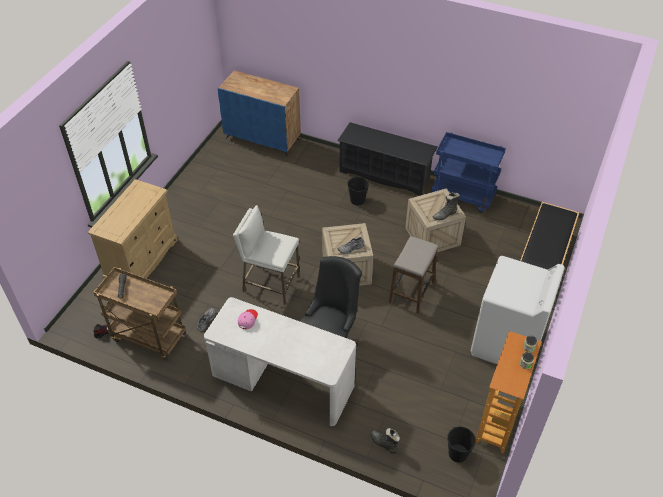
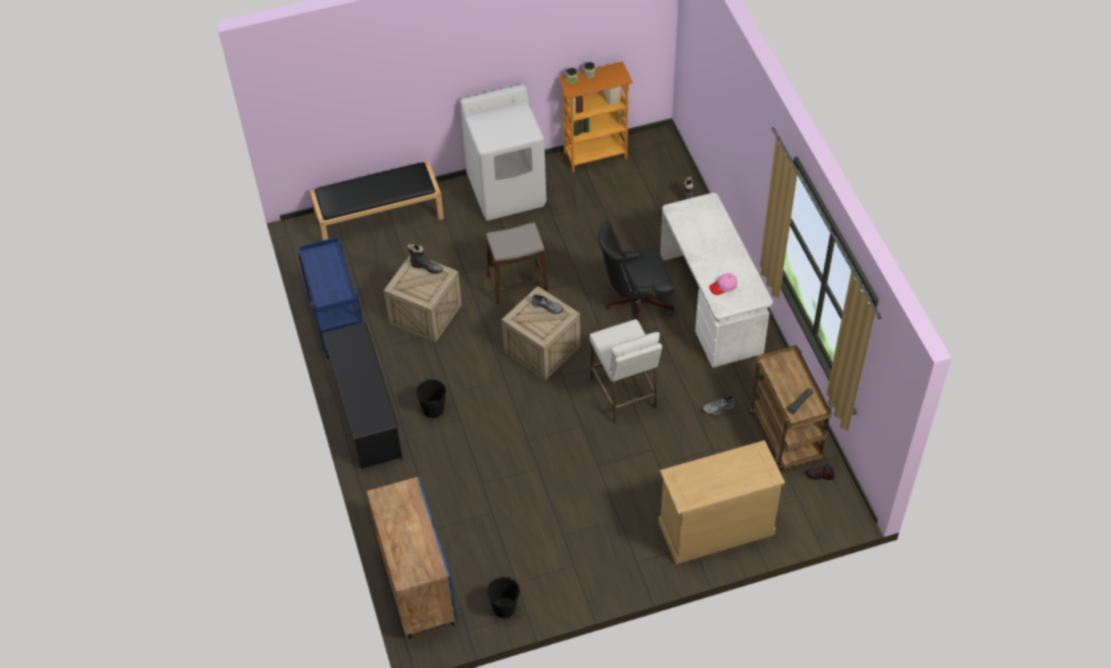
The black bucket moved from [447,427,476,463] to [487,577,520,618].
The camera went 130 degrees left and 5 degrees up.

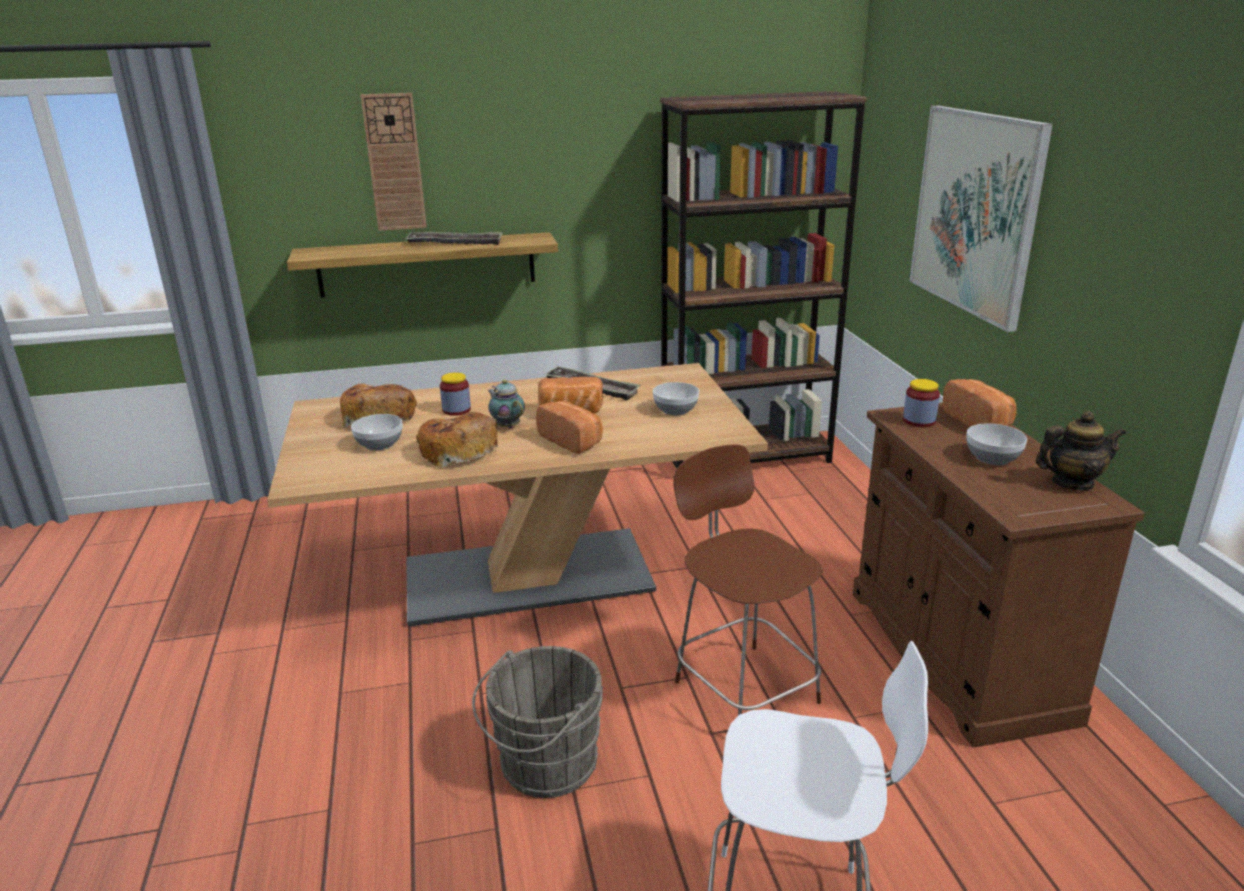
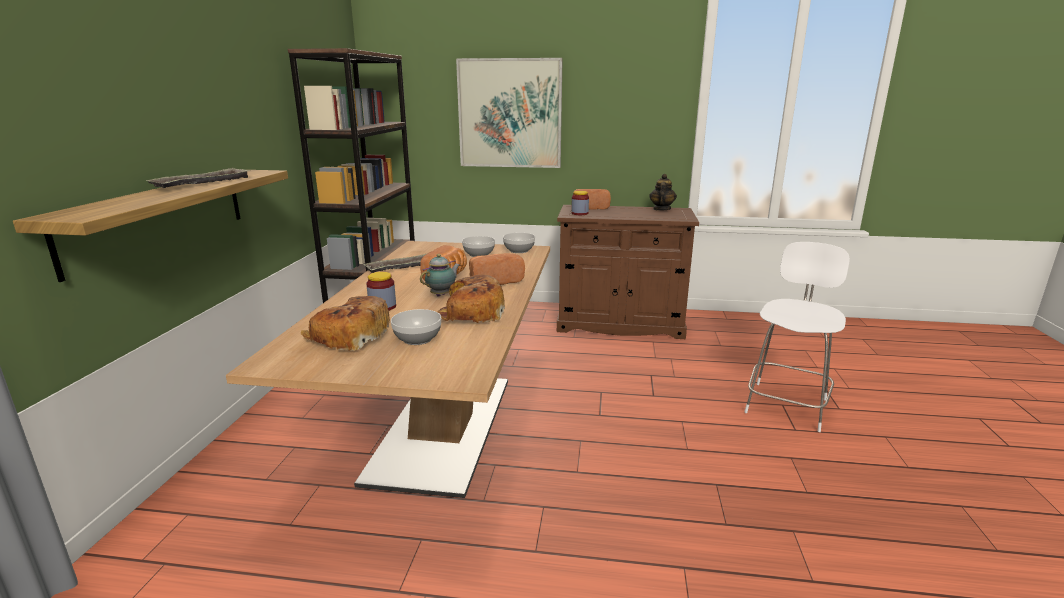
The clock on the wall at [361,93,427,231] disappeared.
The gray bucket at [472,646,603,798] disappeared.
The pot for tea at [488,380,525,428] turned 150 degrees clockwise.
The brown stool seat at [673,444,823,716] disappeared.
The bowl moved from [966,423,1027,465] to [503,233,535,253].
The camera went 70 degrees left and 5 degrees down.

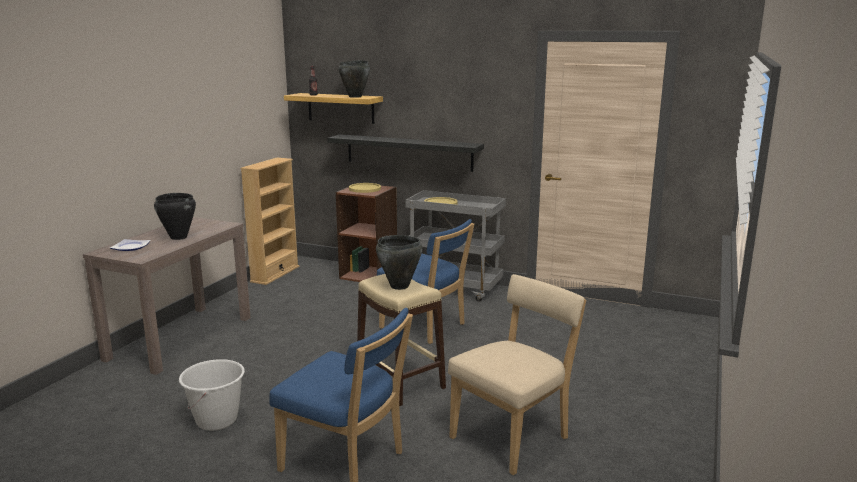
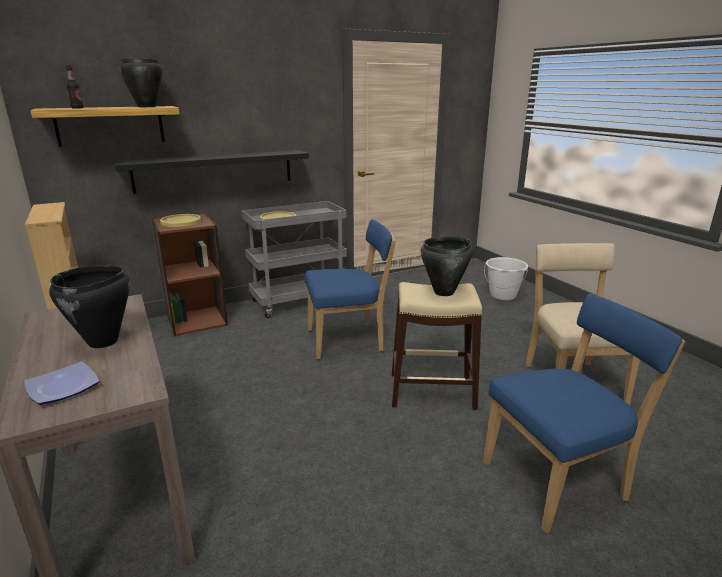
The white-coloured bucket moved from [179,359,245,431] to [484,257,528,301].
The camera went 50 degrees left and 5 degrees up.

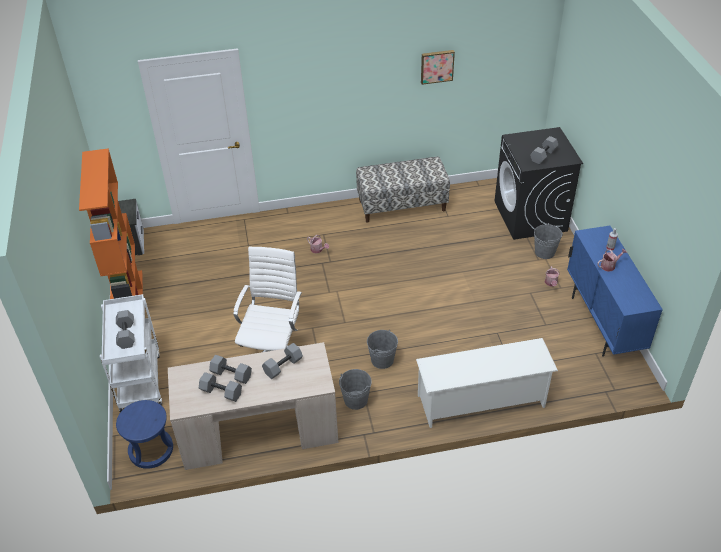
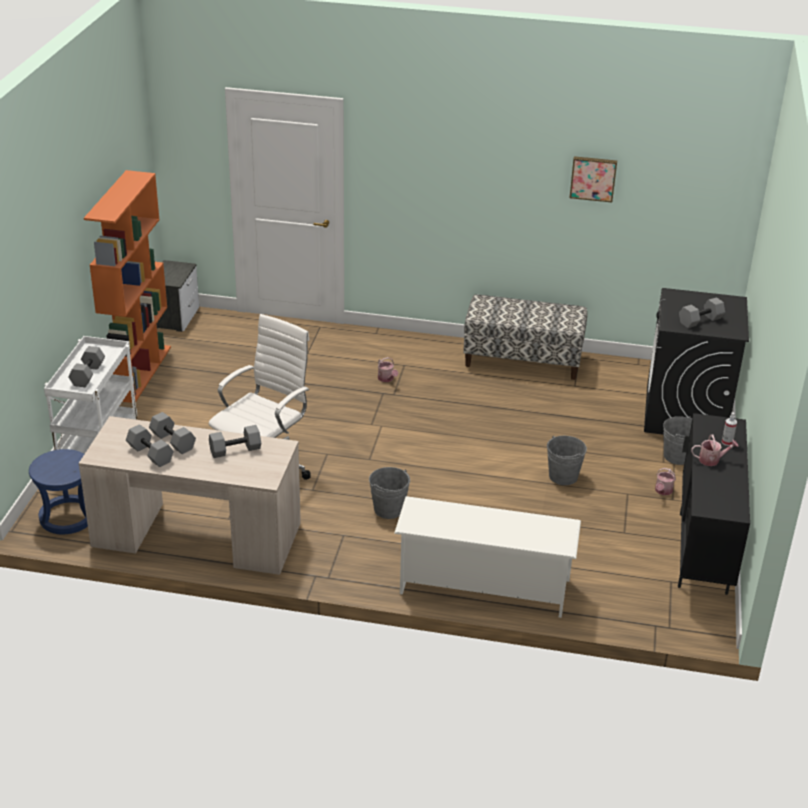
The gray bucket moved from [339,369,372,410] to [547,436,587,485].
The bluish cupboard at [567,226,663,357] became the black cupboard at [678,413,750,595].
The camera went 20 degrees right and 10 degrees down.

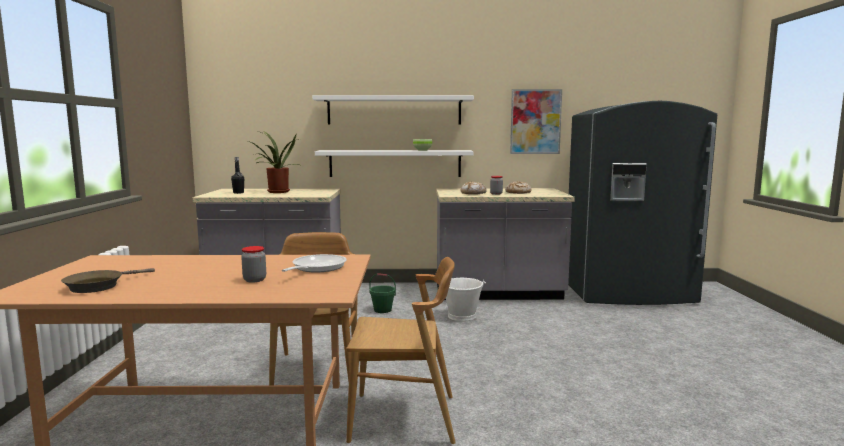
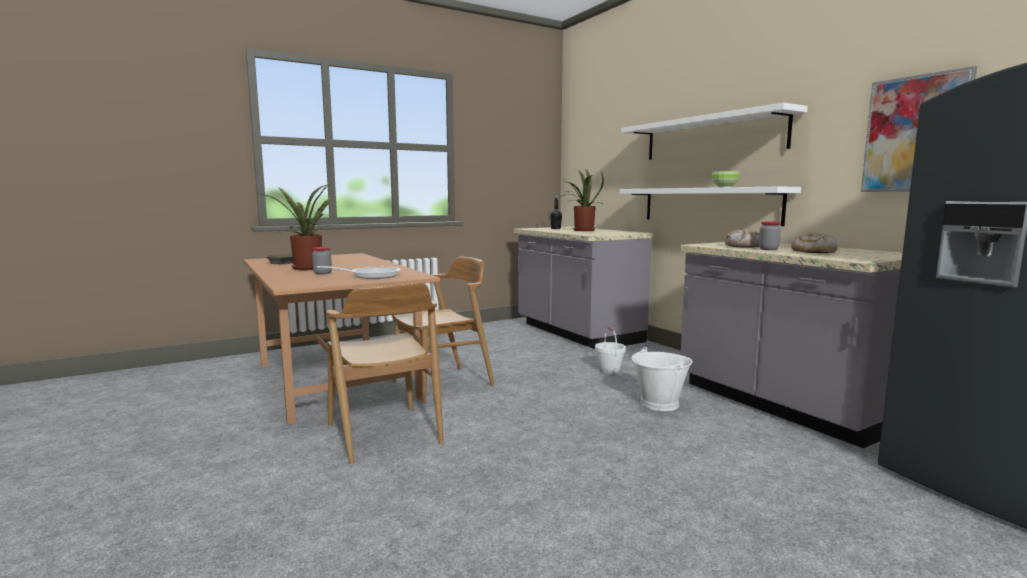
The green bucket at [369,273,396,313] became the white-coloured bucket at [595,327,626,374].
The houseplant at [258,183,345,270] appeared.
The camera went 60 degrees right and 0 degrees up.

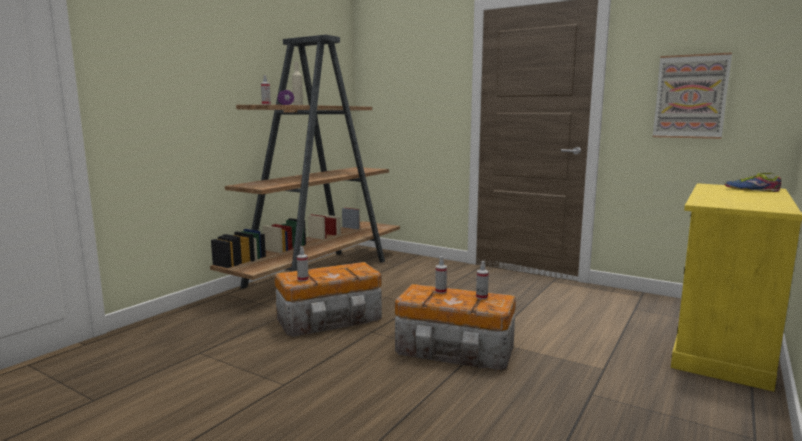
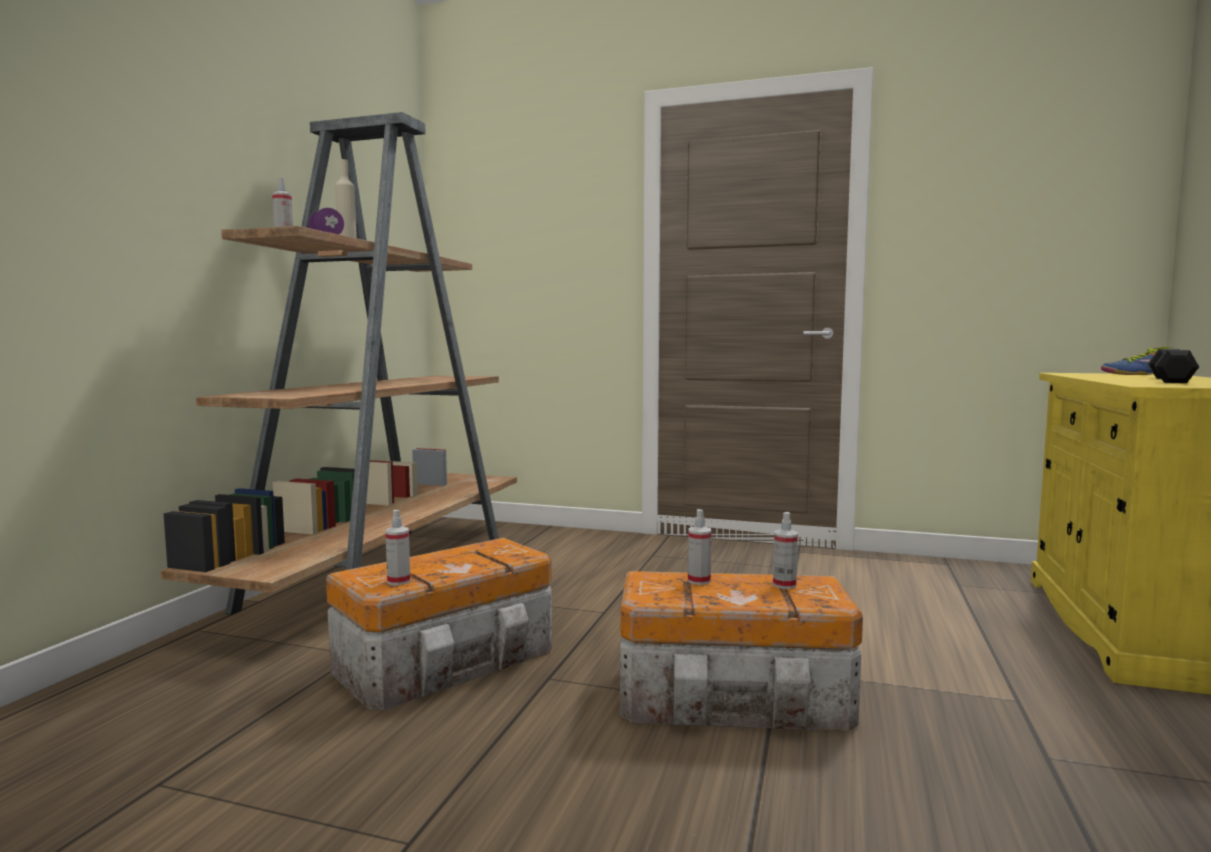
The wall art at [653,52,732,139] disappeared.
The black dumbbell at [1148,349,1199,383] appeared.
The camera went 15 degrees left and 5 degrees down.

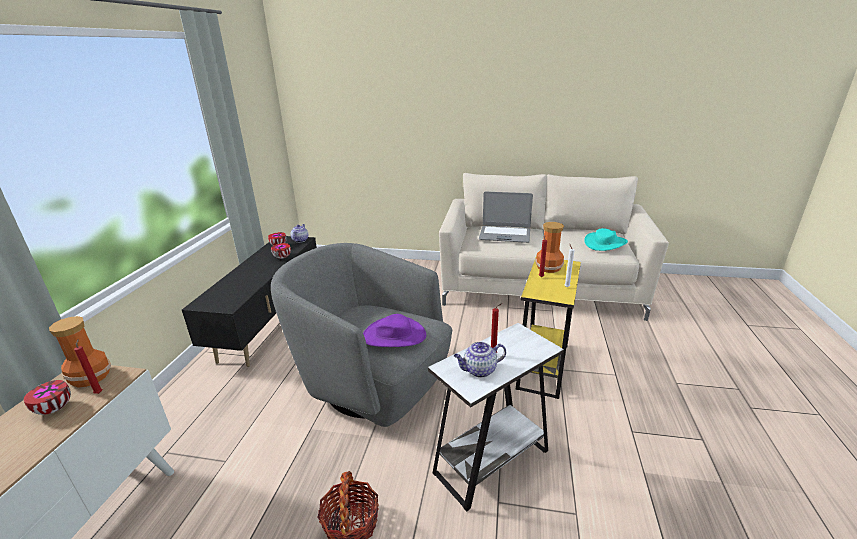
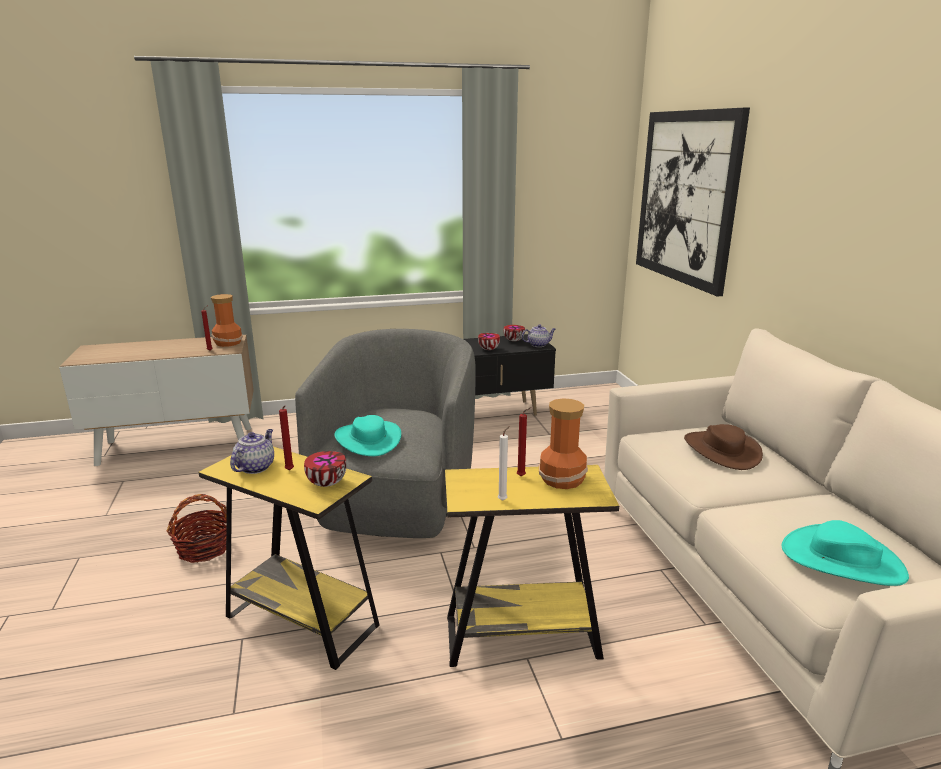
The bowl moved from [24,380,71,415] to [304,451,347,487].
The purplish hat at [363,314,426,347] became the blue-green hat at [334,415,401,456].
The white-coloured side table at [428,323,564,512] became the yellowish side table at [199,446,380,670].
The pot for tea at [454,342,506,378] turned 60 degrees clockwise.
The laptop at [479,192,533,243] was replaced by the brown hat at [684,424,763,470].
The wall art at [636,108,750,297] appeared.
The camera went 65 degrees right and 5 degrees down.

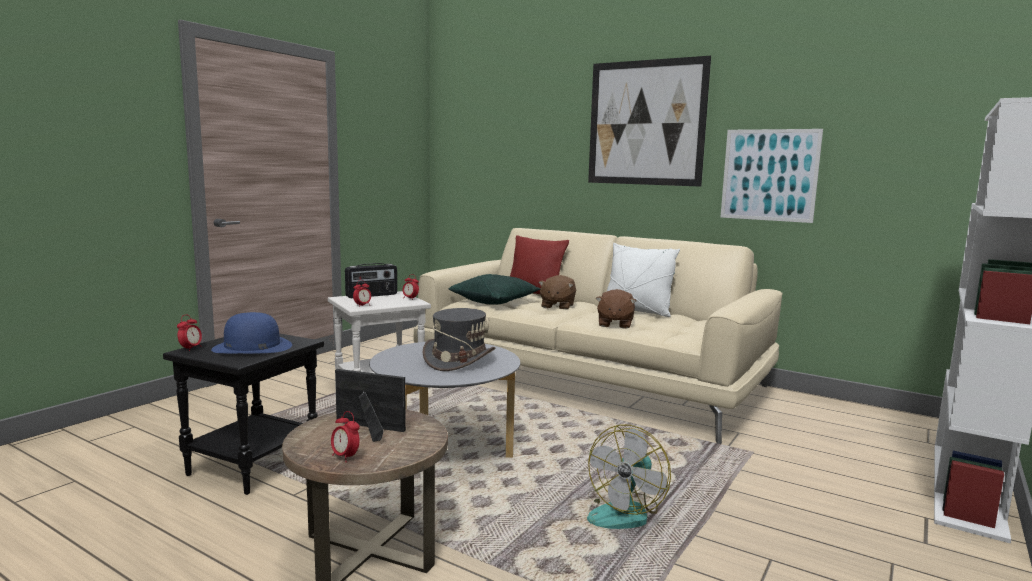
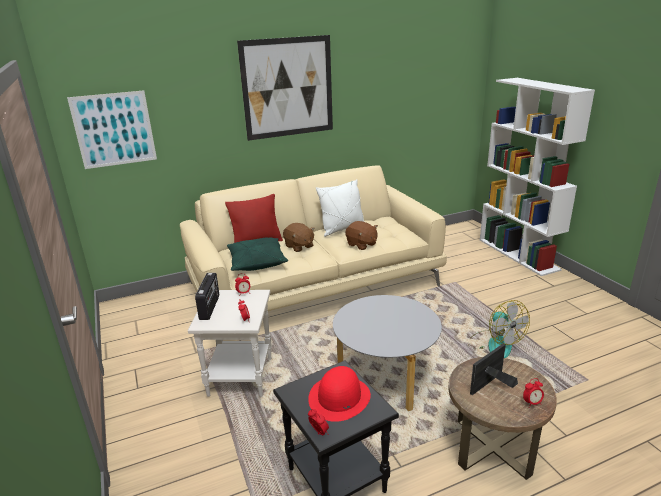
The bluish hat at [211,312,292,353] became the red-coloured hat at [308,366,371,422].
The gray hat at [422,308,495,371] disappeared.
The wall art moved from [720,129,823,223] to [67,90,157,169].
The camera went 55 degrees left and 15 degrees up.

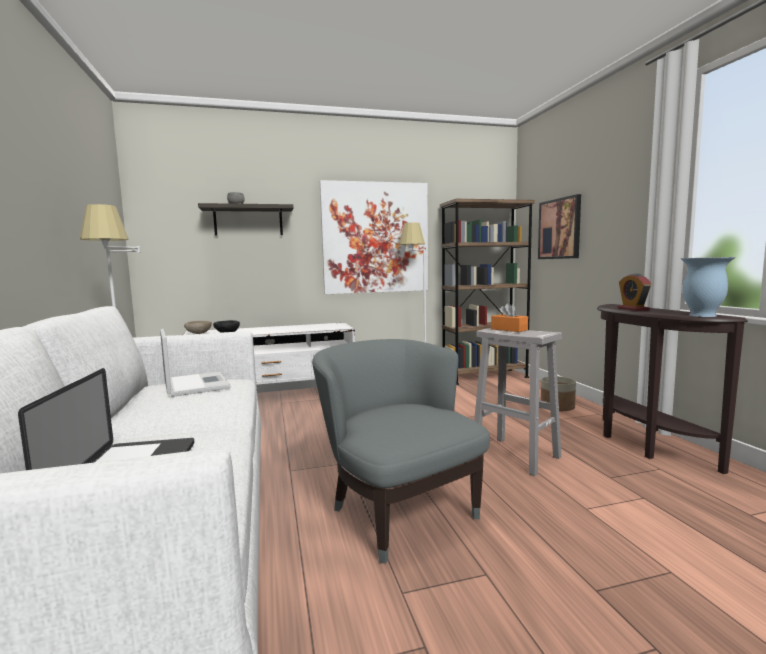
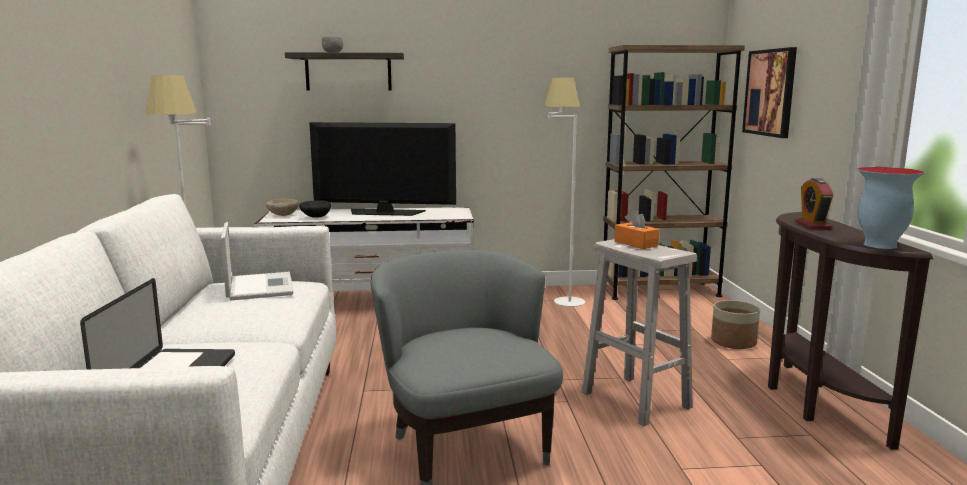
The wall art at [320,180,428,294] disappeared.
The television at [309,122,456,216] appeared.
The camera went 10 degrees right and 5 degrees up.

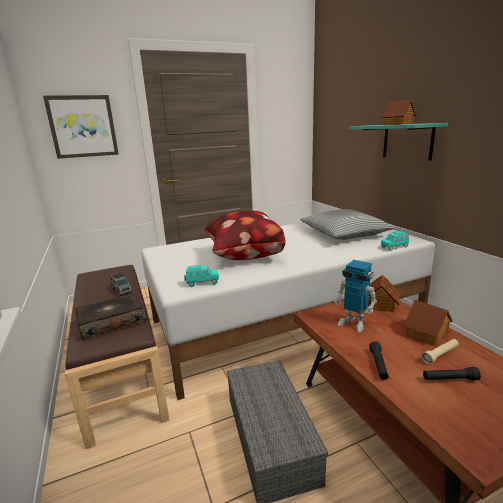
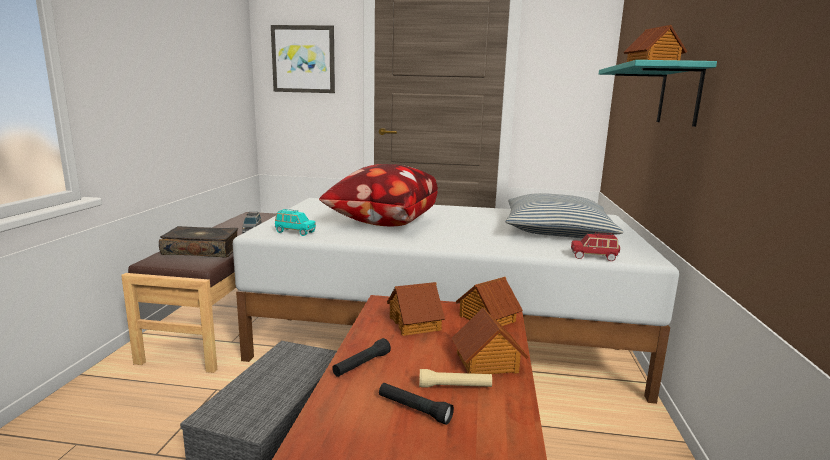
The robot figure at [334,260,377,333] was replaced by the toy house at [387,282,445,336].
The blue-green model car at [381,231,409,251] became the red-coloured model car at [571,233,620,261].
The camera went 30 degrees right and 5 degrees down.

